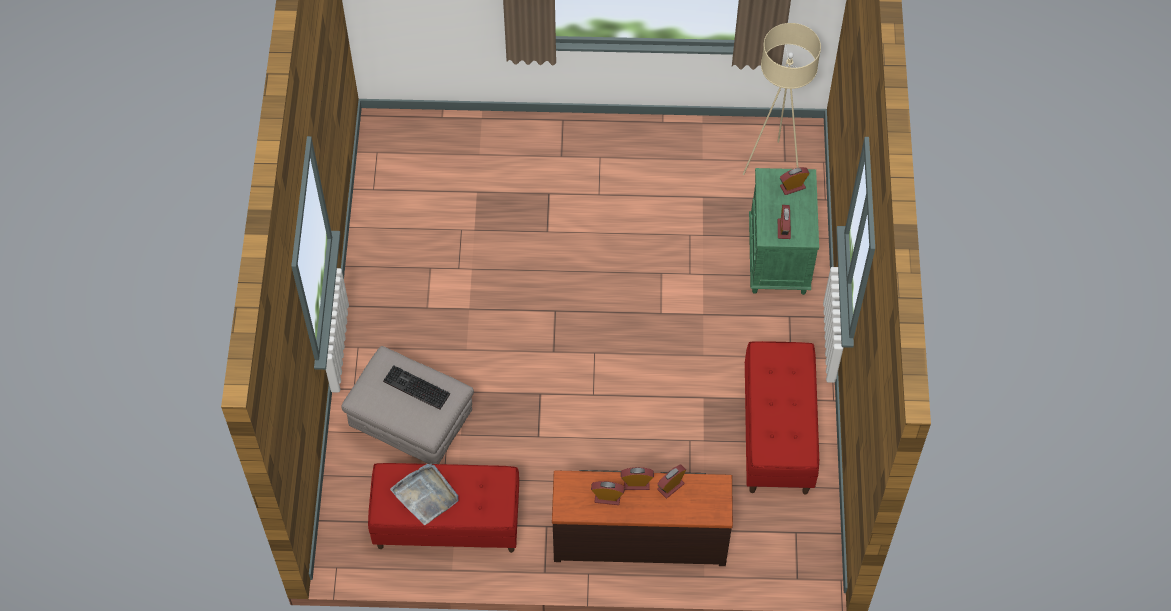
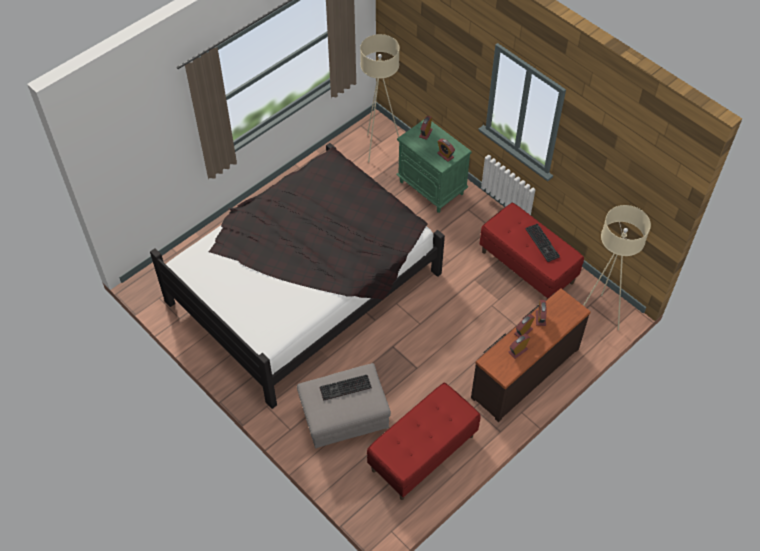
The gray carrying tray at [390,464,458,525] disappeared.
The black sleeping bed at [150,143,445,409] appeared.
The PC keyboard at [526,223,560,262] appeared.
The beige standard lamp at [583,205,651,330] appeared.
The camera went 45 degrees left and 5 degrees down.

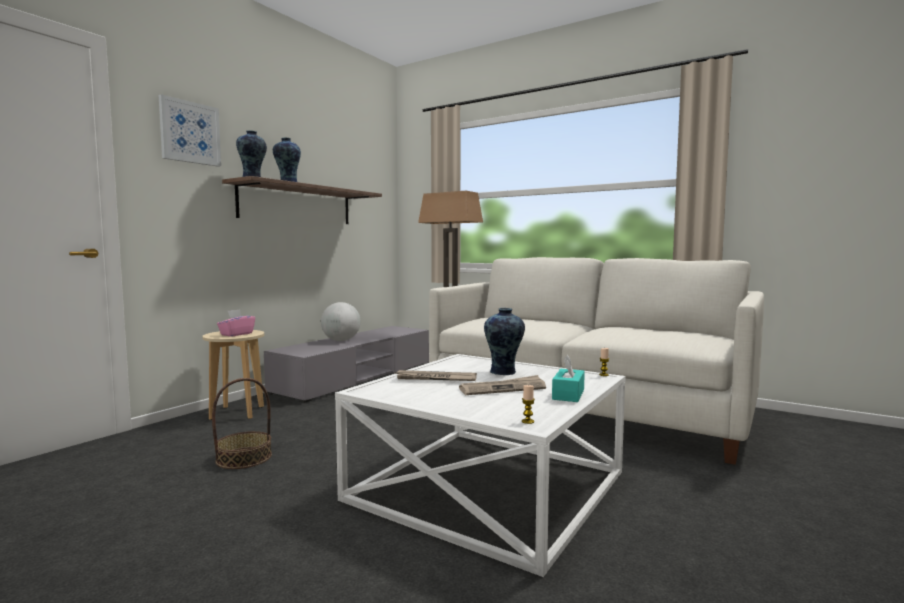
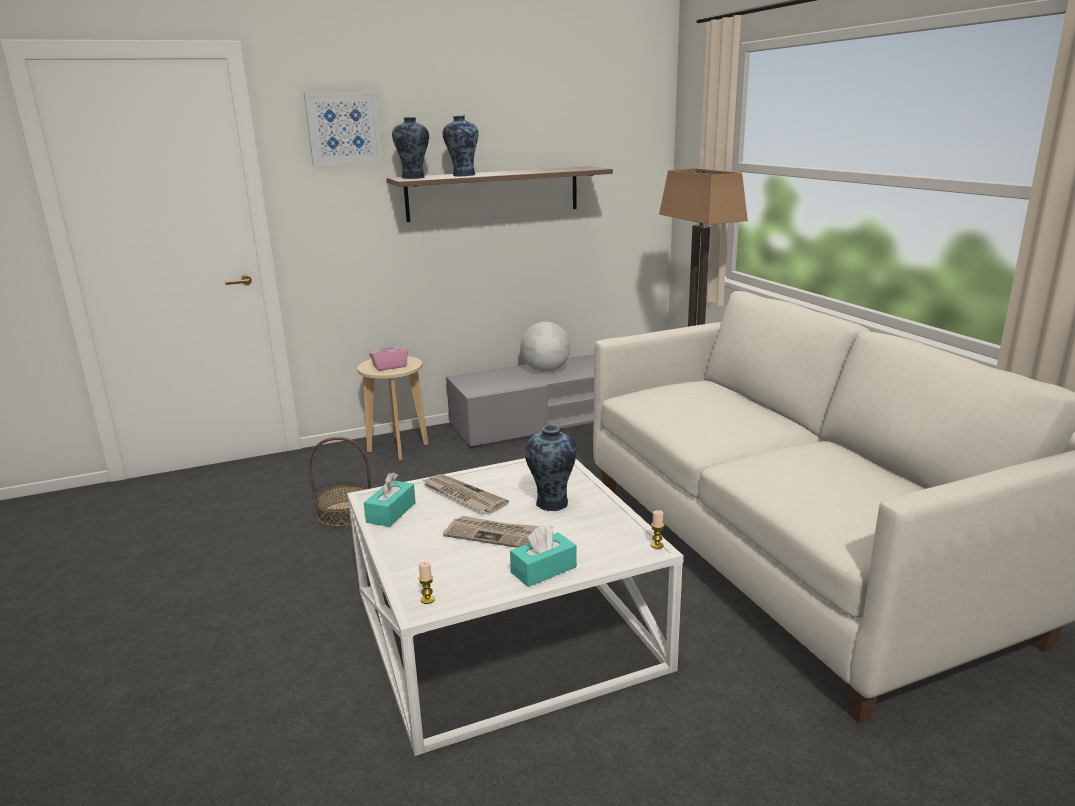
The blue-green tissue box at [364,472,416,527] appeared.
The camera went 35 degrees right and 15 degrees up.

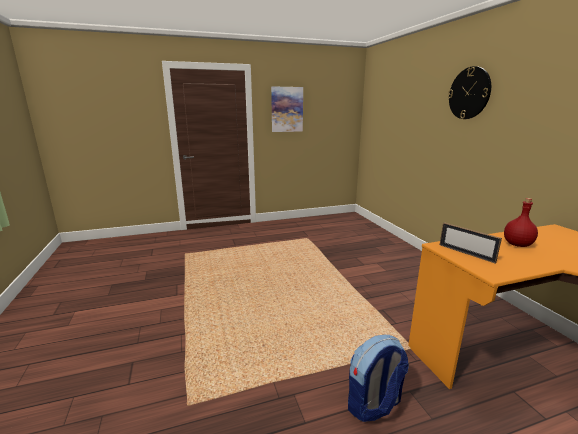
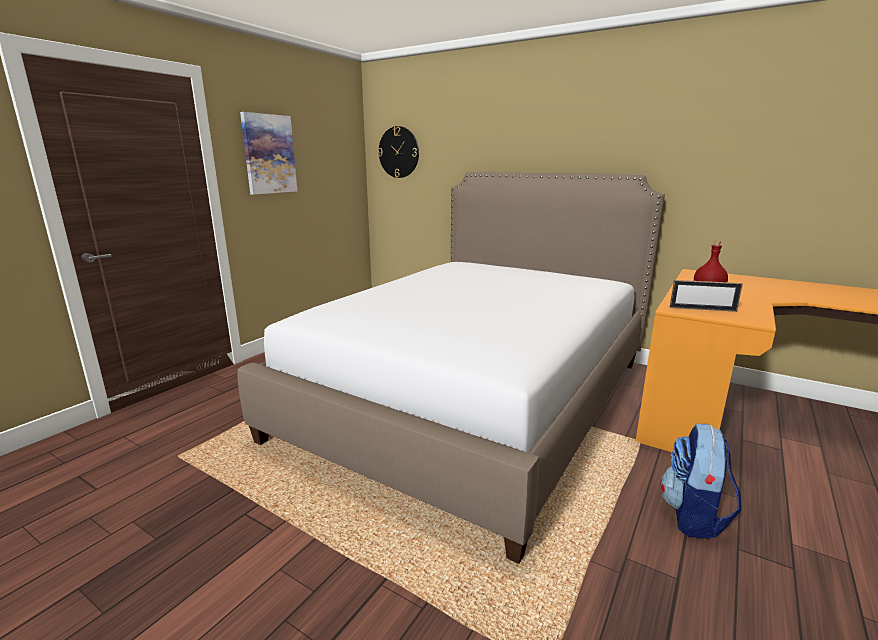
The clock on the wall moved from [448,66,491,119] to [378,126,419,178].
The sleeping bed at [237,172,665,564] appeared.
The camera went 40 degrees left and 0 degrees up.

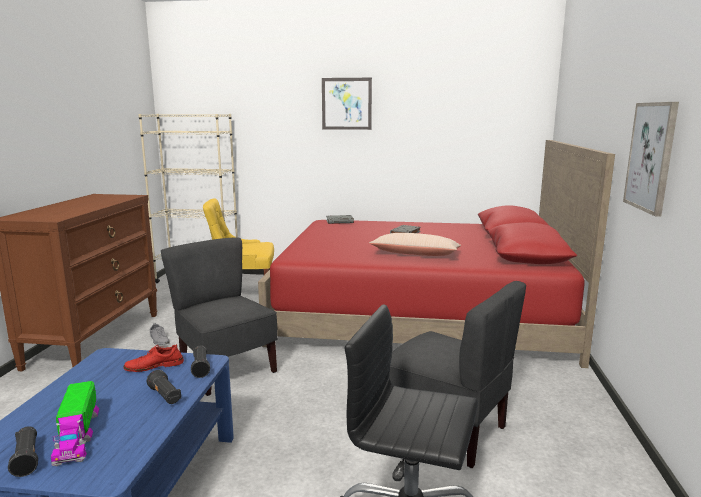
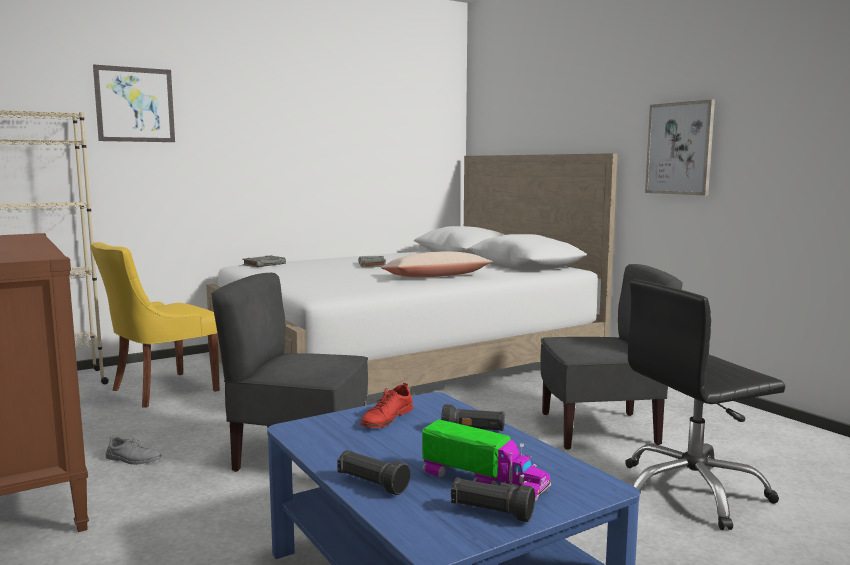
The black torch moved from [191,345,210,378] to [337,450,411,495].
The red-coloured sleeping bed at [258,140,615,368] became the white-coloured sleeping bed at [206,153,618,395].
The wall art moved from [322,78,372,130] to [93,64,175,142].
The camera went 40 degrees left and 5 degrees down.

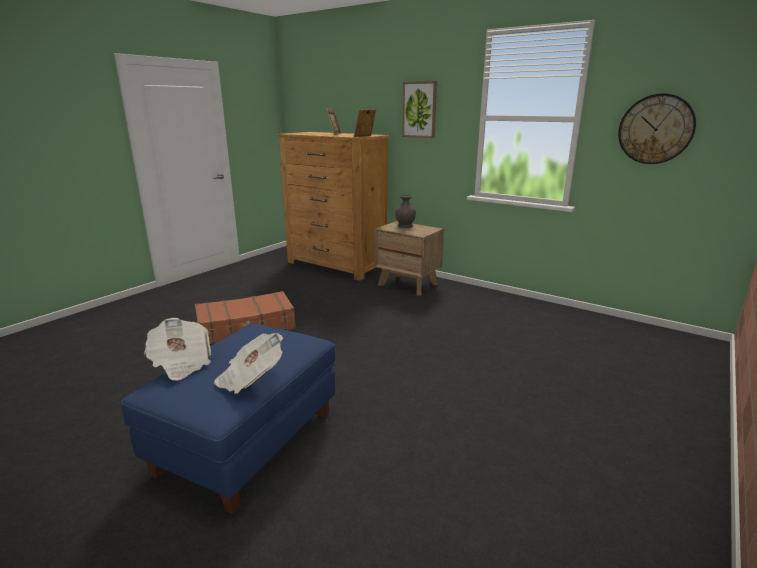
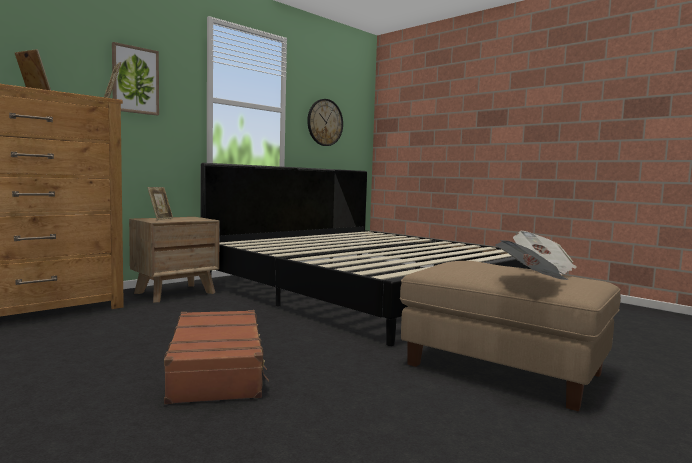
The bluish pouffe at [121,324,336,514] became the beige pouffe at [400,261,621,411].
The gray decorative vase at [395,195,416,228] was replaced by the photo frame at [147,187,173,220].
The sleeping bed at [201,163,530,346] appeared.
The camera went 80 degrees left and 15 degrees down.

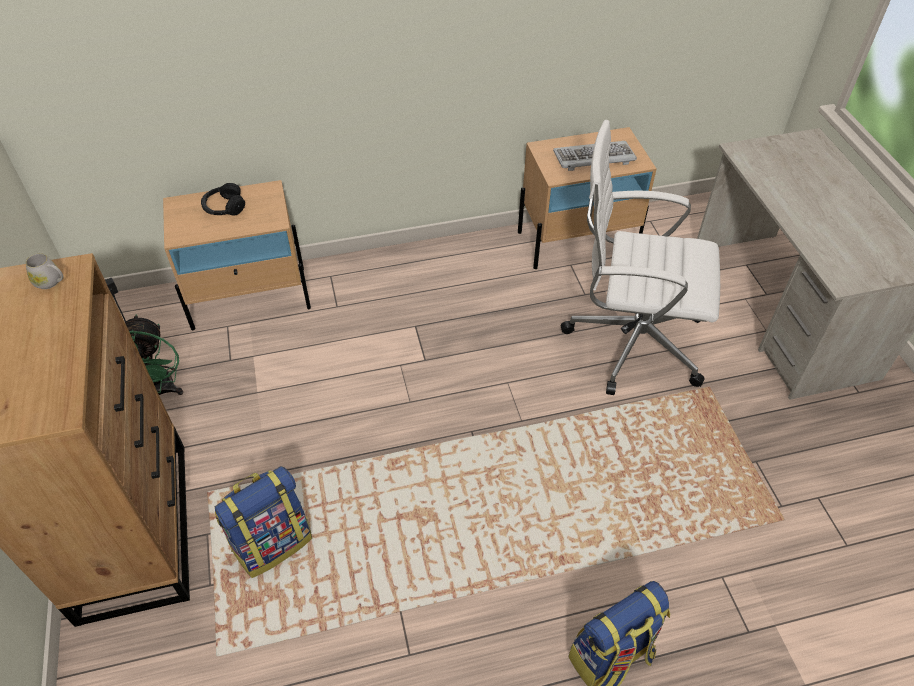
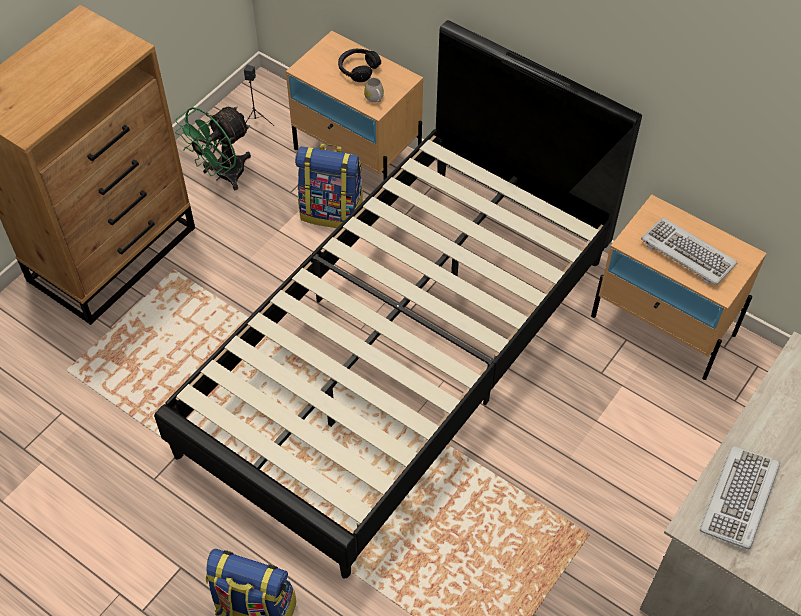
The white-coloured mug moved from [26,253,64,289] to [364,77,384,102].
The knapsack moved from [215,466,312,578] to [295,144,363,228].
The white-coloured office chair at [561,120,720,395] disappeared.
The black sleeping bed at [154,20,642,578] appeared.
The PC keyboard at [700,445,780,550] appeared.
The camera went 50 degrees right and 5 degrees up.

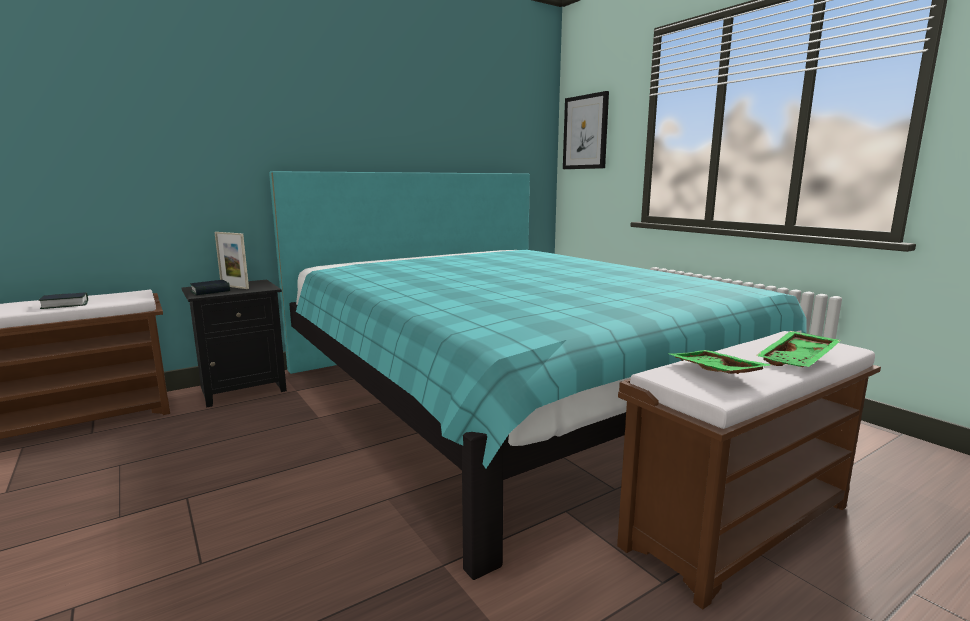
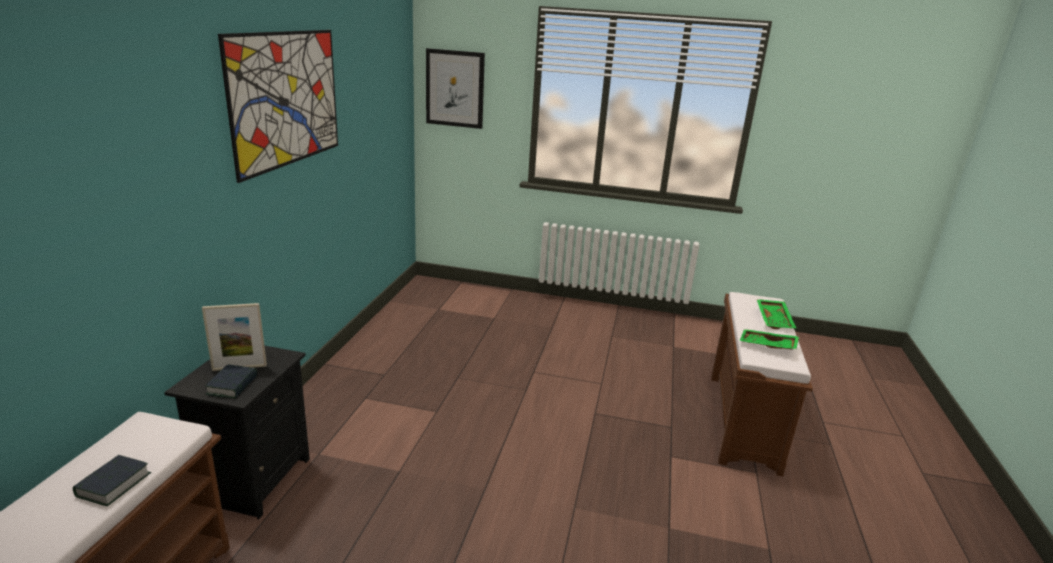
The blue-green sleeping bed at [269,171,806,580] disappeared.
The wall art at [218,30,338,183] appeared.
The camera went 45 degrees left and 10 degrees up.

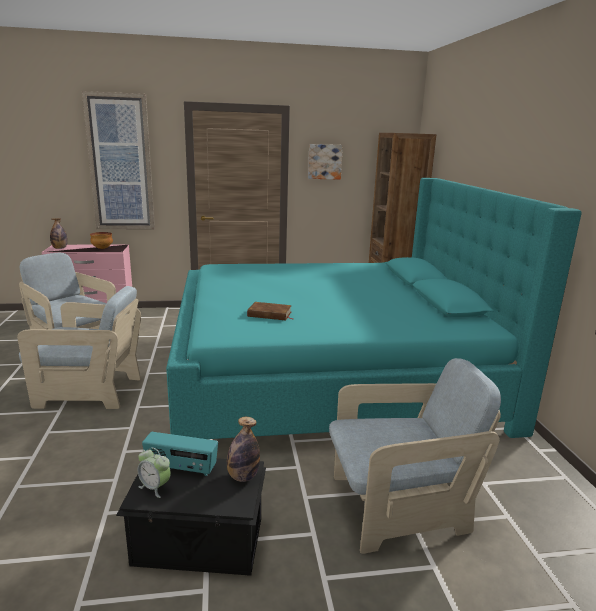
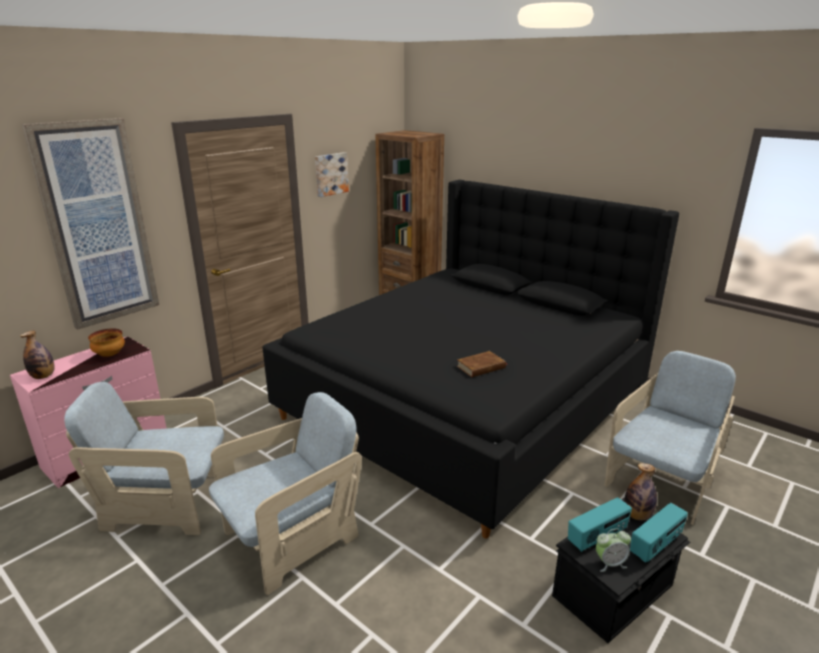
The blue-green sleeping bed at [166,178,582,439] became the black sleeping bed at [262,180,679,539].
The radio set at [630,503,688,563] appeared.
The camera went 40 degrees left and 5 degrees up.

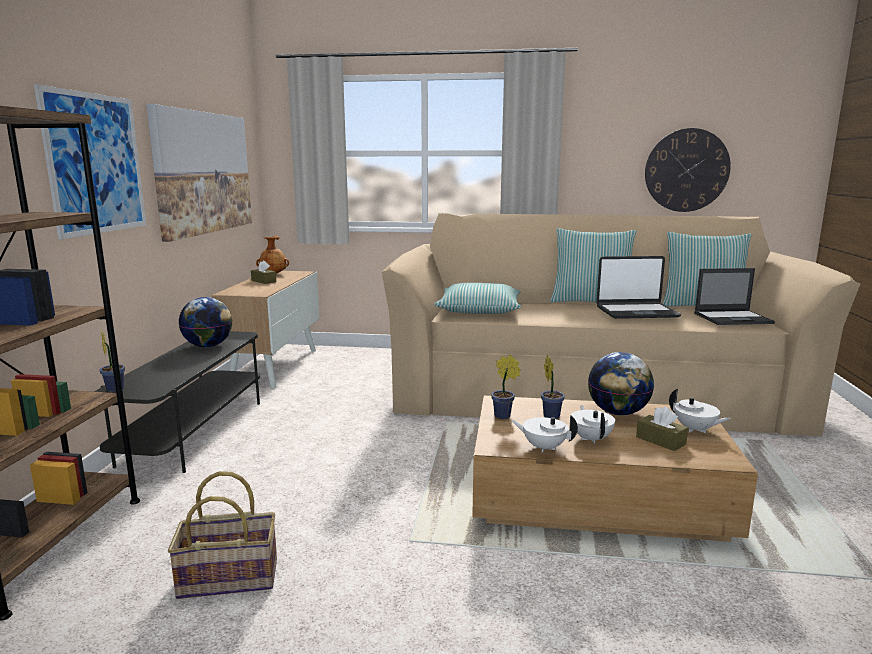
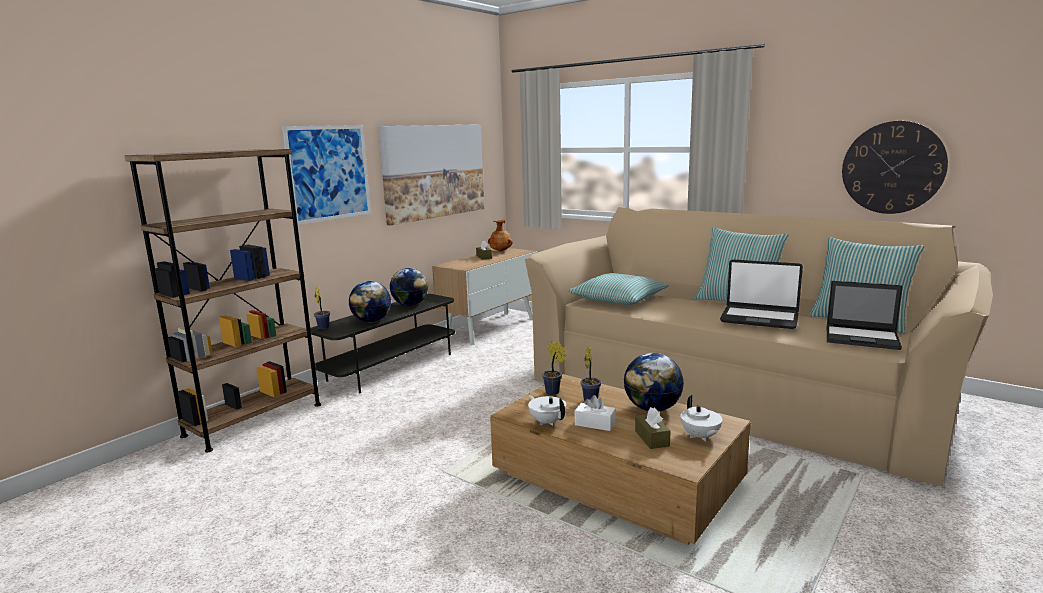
The household basket at [168,471,277,599] disappeared.
The white-coloured pot for tea at [571,405,615,444] was replaced by the white-coloured tissue box at [575,395,616,431].
The world globe at [349,281,391,322] appeared.
The camera went 30 degrees right and 0 degrees up.

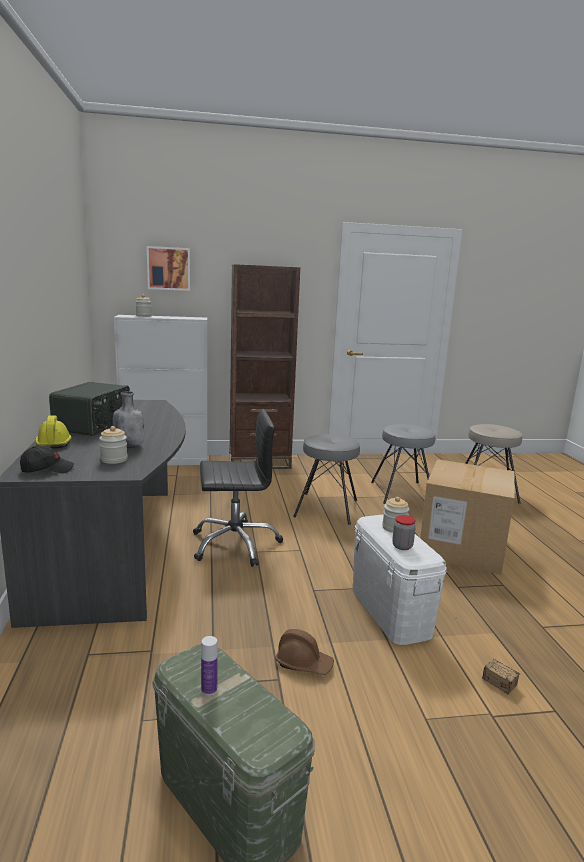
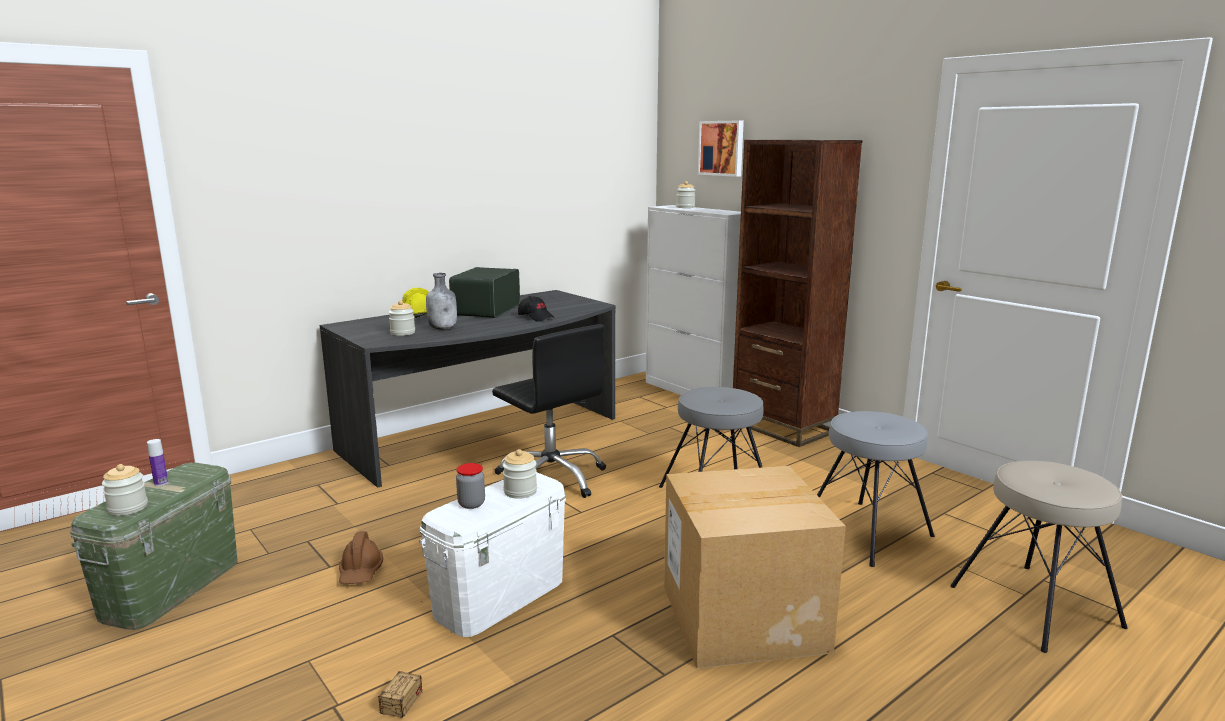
The black baseball cap moved from [20,445,74,474] to [518,296,555,322].
The radio set at [49,382,130,436] turned 120 degrees clockwise.
The jar at [102,464,148,516] appeared.
The camera went 60 degrees right and 0 degrees up.

